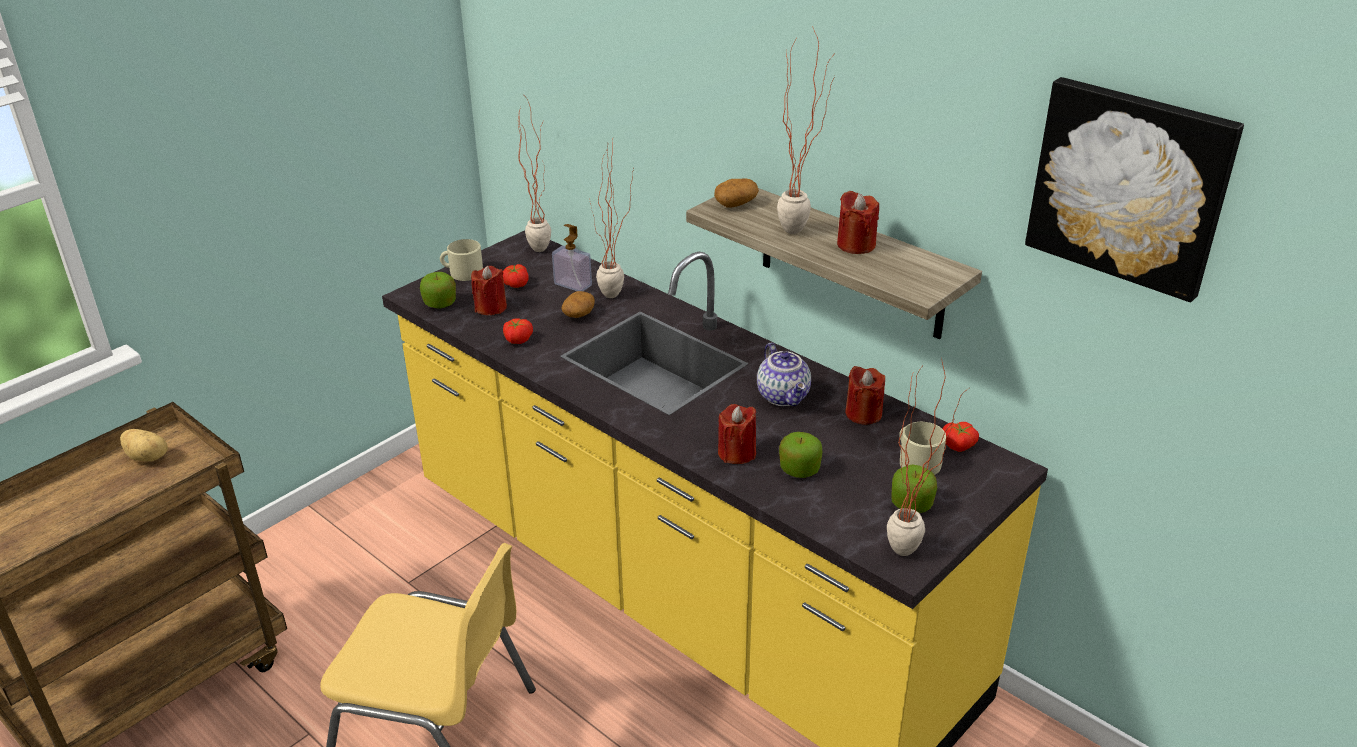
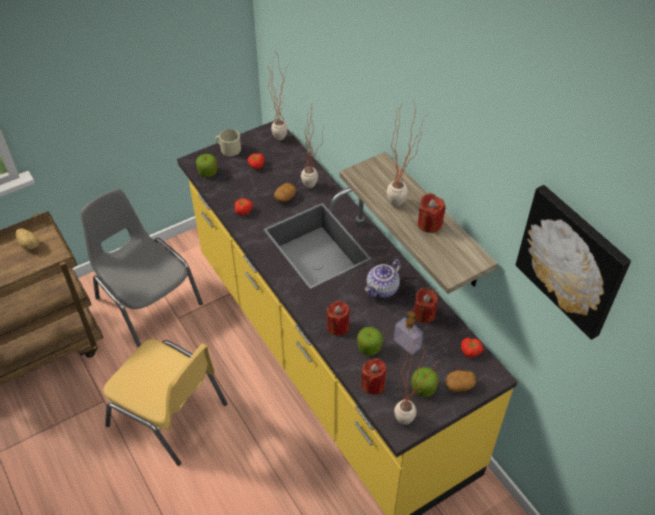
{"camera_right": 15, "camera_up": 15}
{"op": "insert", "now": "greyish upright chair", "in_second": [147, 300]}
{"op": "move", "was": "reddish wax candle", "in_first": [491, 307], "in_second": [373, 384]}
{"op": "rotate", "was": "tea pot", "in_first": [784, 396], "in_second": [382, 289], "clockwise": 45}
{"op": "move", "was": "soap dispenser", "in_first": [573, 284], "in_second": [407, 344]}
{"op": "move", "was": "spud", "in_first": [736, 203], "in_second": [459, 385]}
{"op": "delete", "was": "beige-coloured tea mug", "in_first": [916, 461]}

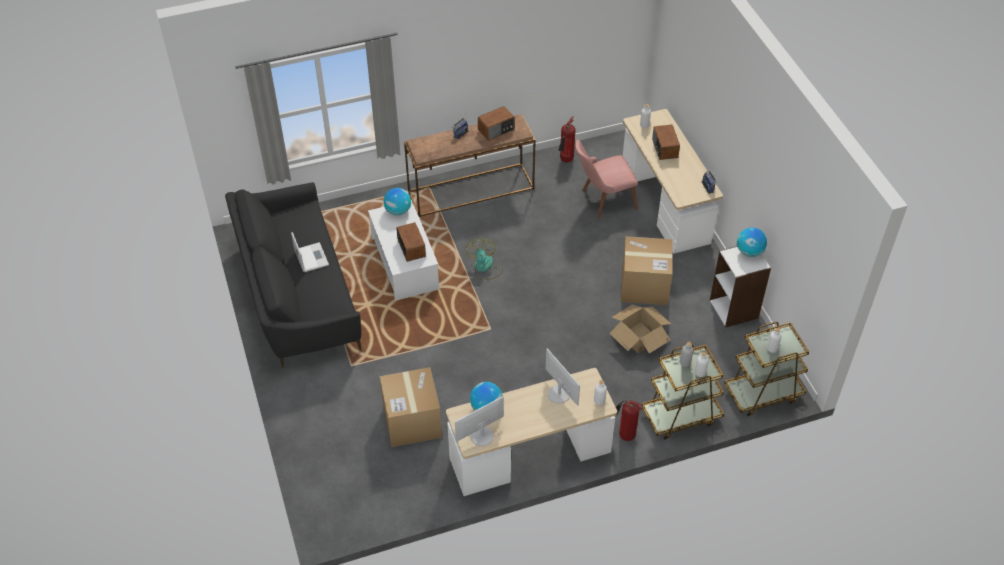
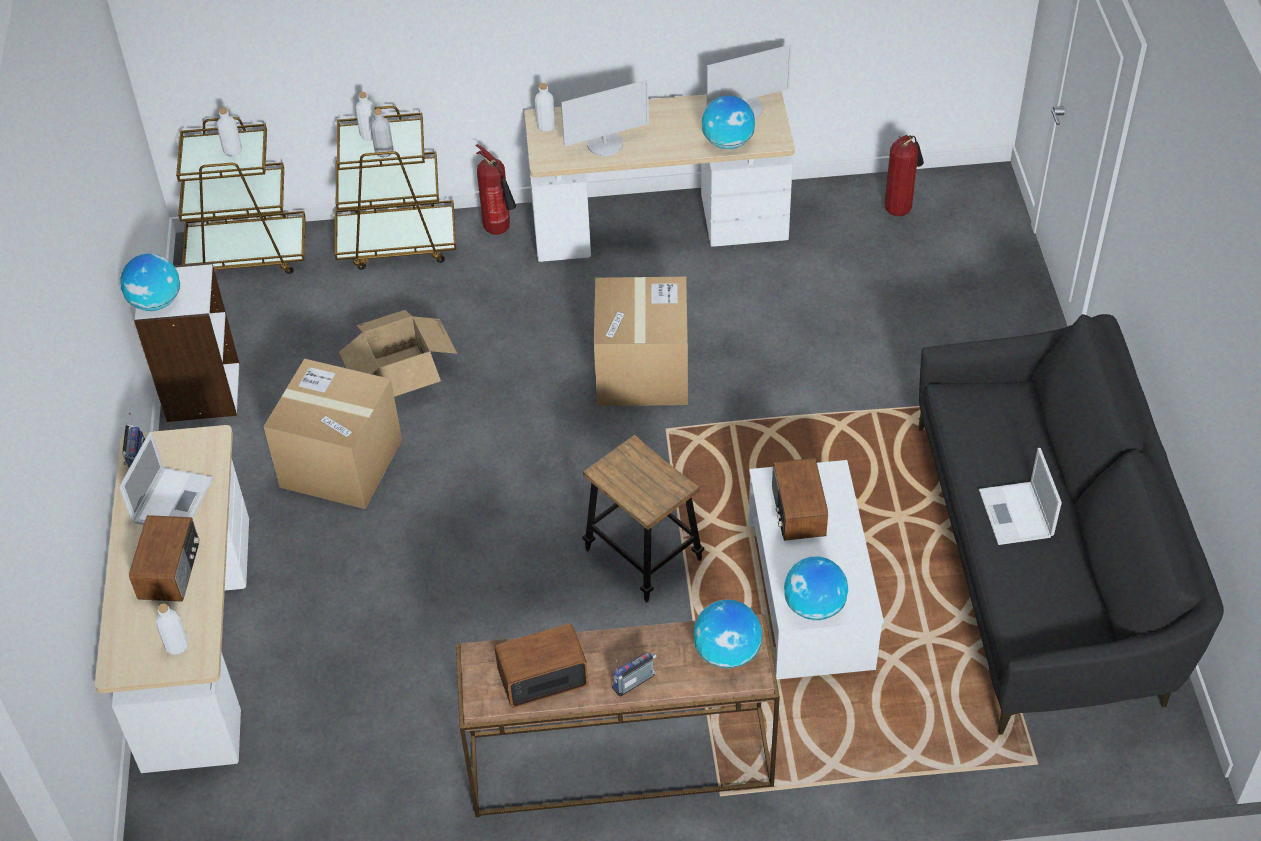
{"camera_right": -165, "camera_up": 0}
{"op": "insert", "now": "notebook computer", "in_second": [173, 499]}
{"op": "rotate", "was": "computer screen", "in_first": [559, 394], "in_second": [605, 144], "clockwise": -90}
{"op": "replace", "was": "fan", "now": "stool seat", "in_first": [484, 268], "in_second": [643, 555]}
{"op": "move", "was": "cardboard box", "in_first": [412, 421], "in_second": [642, 372]}
{"op": "insert", "now": "desk globe", "in_second": [727, 653]}
{"op": "move", "was": "fire-fighting cylinder", "in_first": [566, 160], "in_second": [899, 208]}
{"op": "delete", "was": "pinkish upright chair", "in_first": [602, 201]}

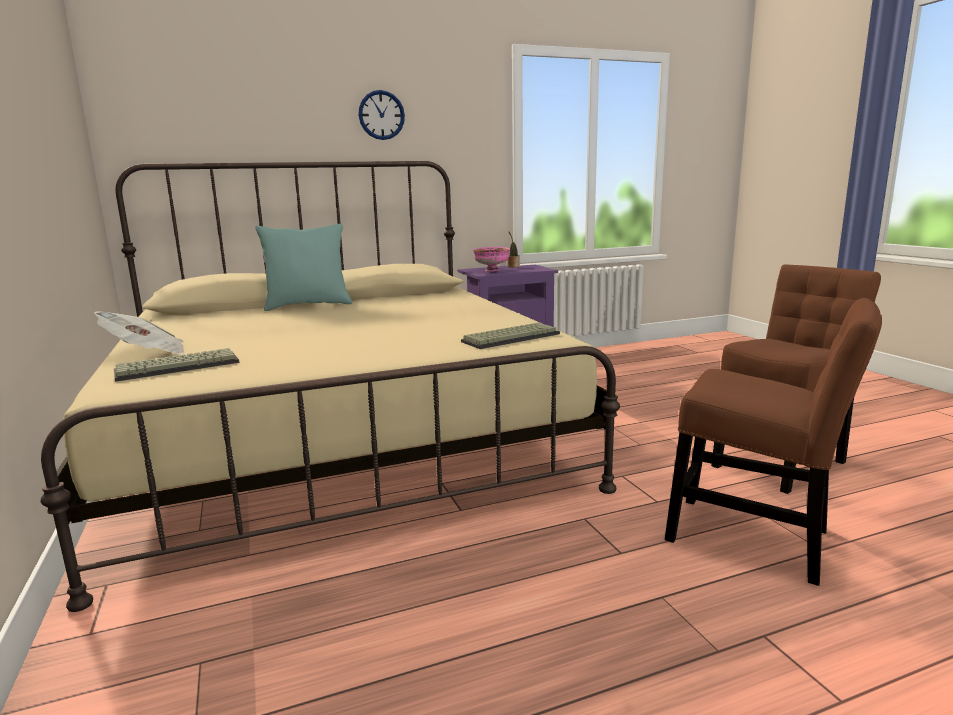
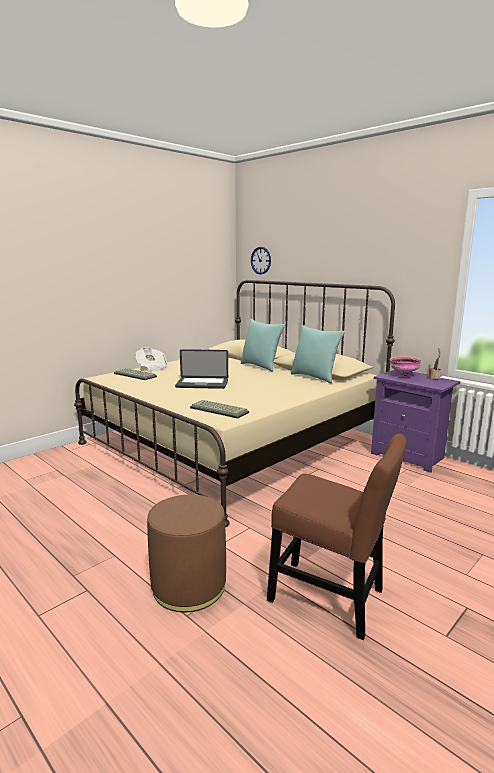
{"camera_right": 65, "camera_up": 0}
{"op": "replace", "was": "brown-coloured upright chair", "now": "brown-coloured ottoman", "in_first": [756, 539], "in_second": [188, 586]}
{"op": "insert", "now": "notebook computer", "in_second": [202, 384]}
{"op": "move", "was": "hanging clock", "in_first": [381, 115], "in_second": [261, 260]}
{"op": "insert", "now": "blue-green throw pillow", "in_second": [315, 377]}

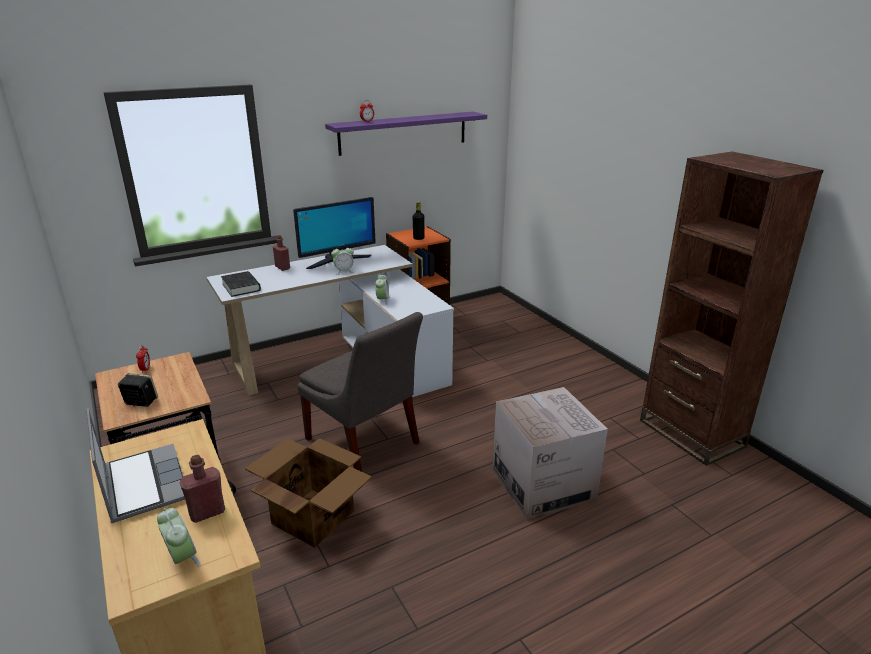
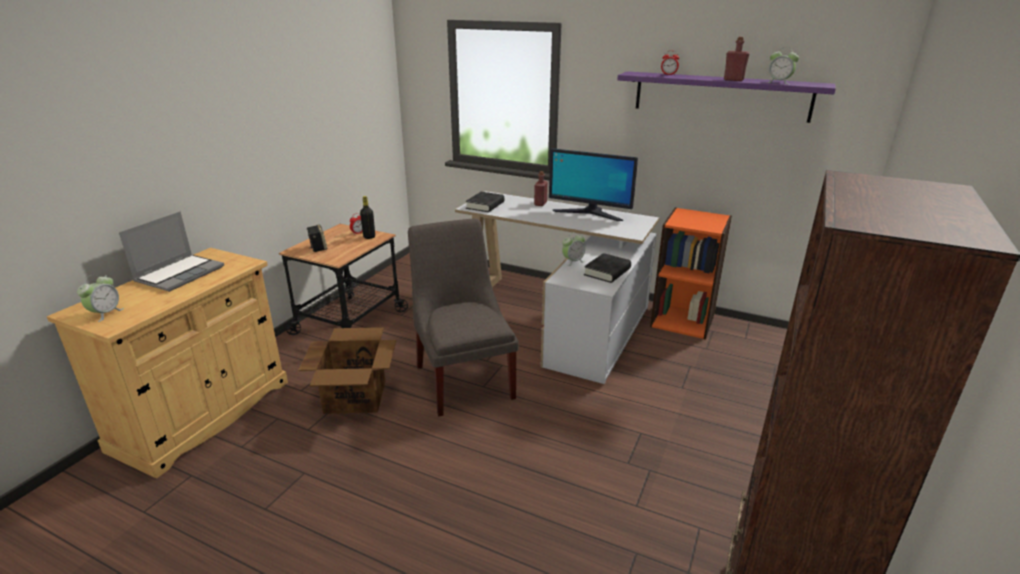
{"camera_right": 55, "camera_up": 0}
{"op": "move", "was": "black bottle", "in_first": [418, 238], "in_second": [369, 237]}
{"op": "rotate", "was": "greyish upright chair", "in_first": [364, 444], "in_second": [464, 378], "clockwise": 150}
{"op": "insert", "now": "black volume", "in_second": [607, 272]}
{"op": "move", "was": "reddish bottle", "in_first": [207, 512], "in_second": [733, 80]}
{"op": "move", "was": "alarm clock", "in_first": [344, 271], "in_second": [779, 82]}
{"op": "delete", "was": "cardboard box", "in_first": [543, 484]}

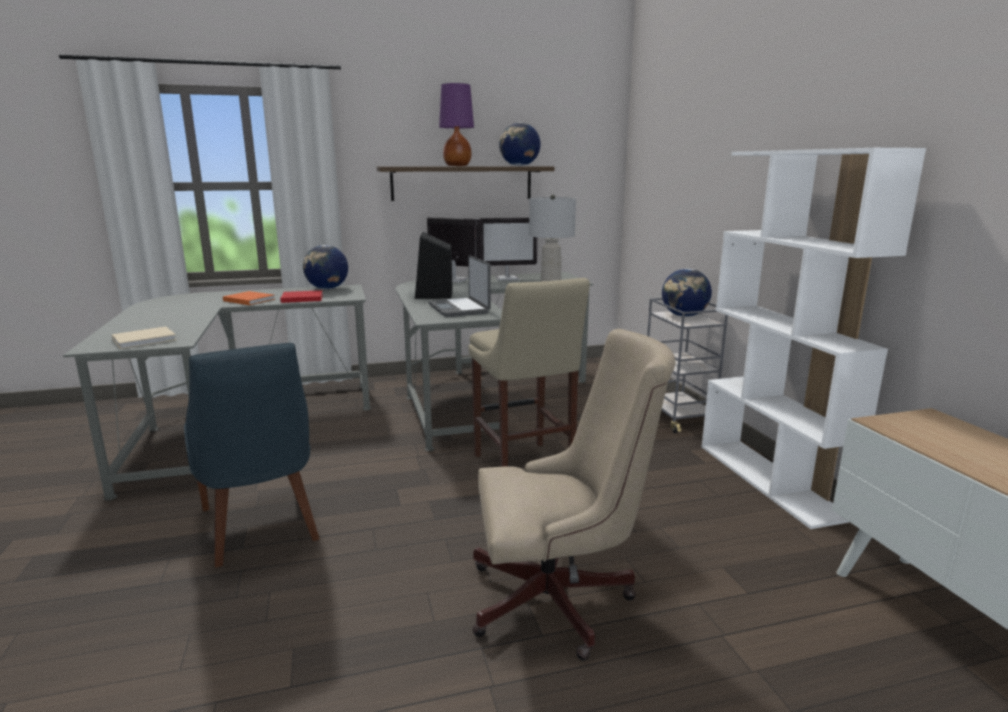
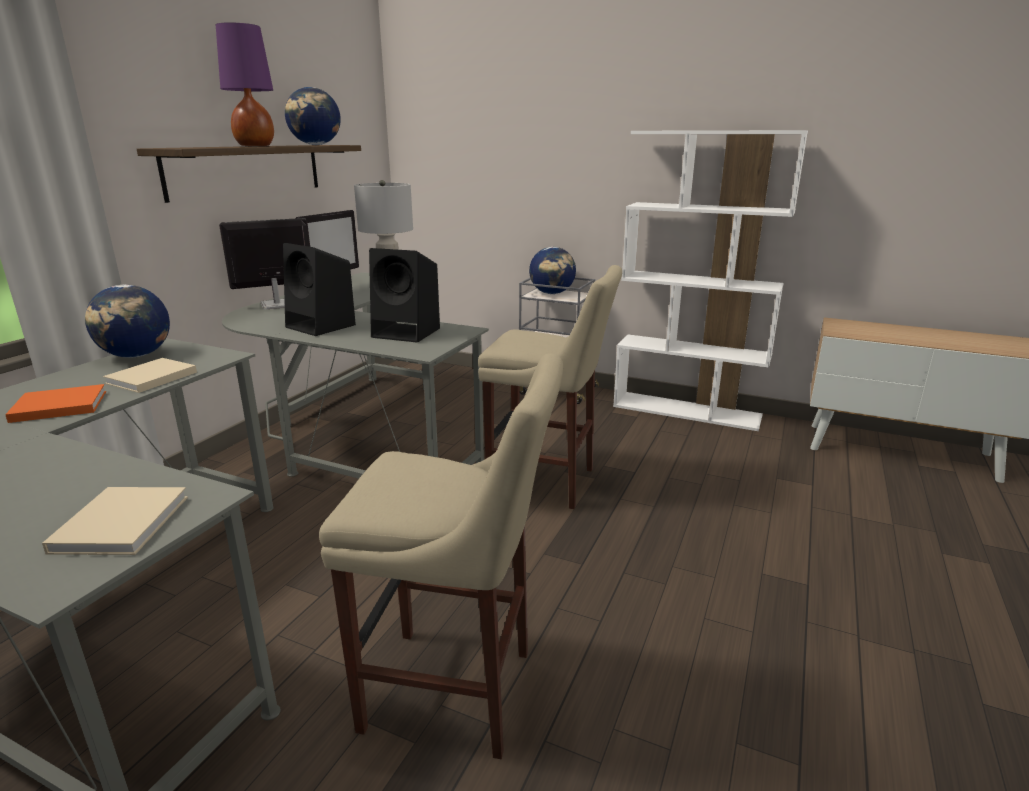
{"camera_right": -50, "camera_up": 5}
{"op": "recolor", "was": "reddish volume", "now": "beige-coloured volume", "in_first": [301, 298], "in_second": [149, 378]}
{"op": "replace", "was": "bluish upright chair", "now": "beige-coloured stool seat", "in_first": [260, 527], "in_second": [457, 692]}
{"op": "replace", "was": "notebook computer", "now": "black speaker", "in_first": [460, 309], "in_second": [408, 333]}
{"op": "delete", "was": "beige-coloured desk chair", "in_first": [560, 600]}

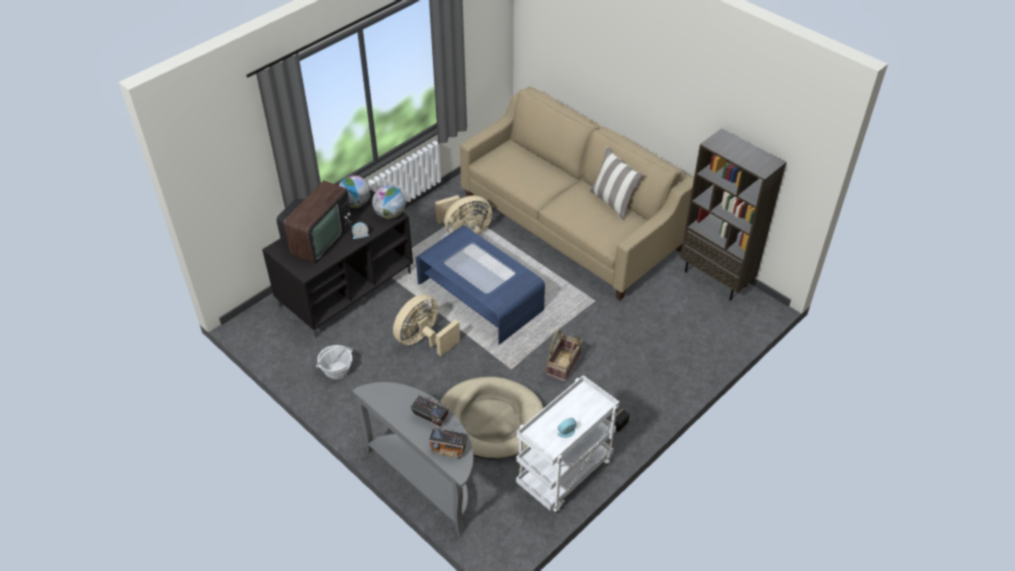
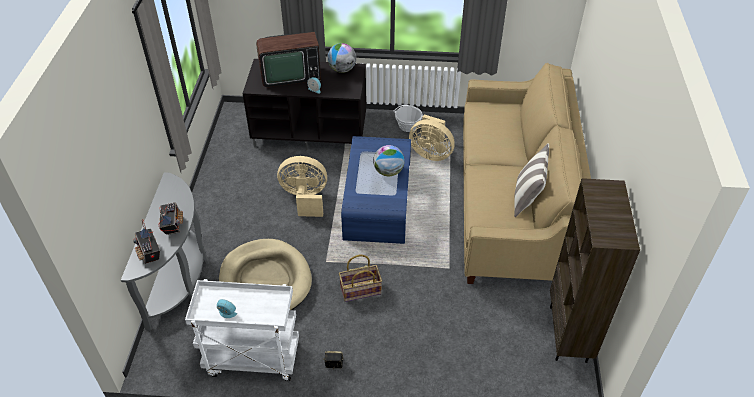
{"camera_right": 50, "camera_up": 0}
{"op": "move", "was": "desk globe", "in_first": [390, 214], "in_second": [388, 172]}
{"op": "move", "was": "household basket", "in_first": [337, 370], "in_second": [408, 126]}

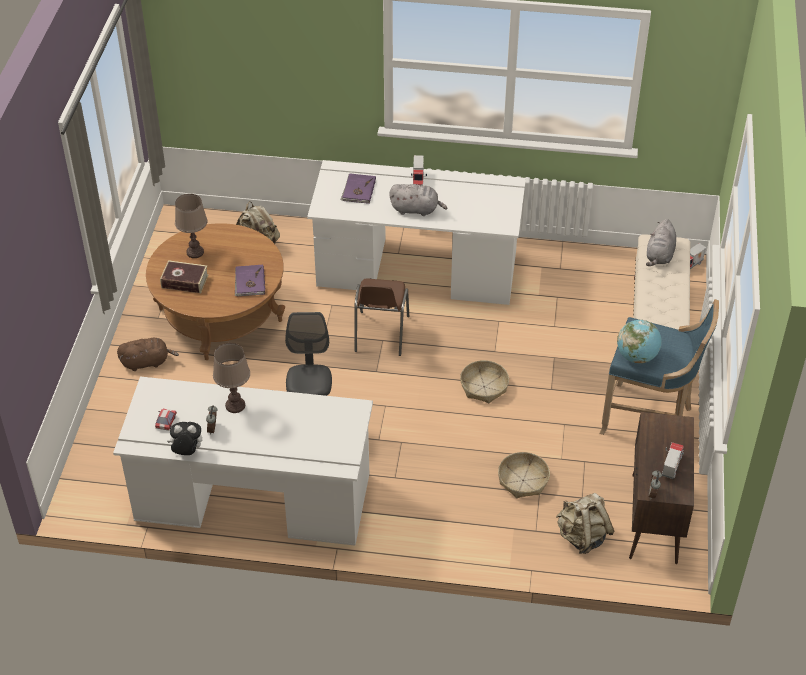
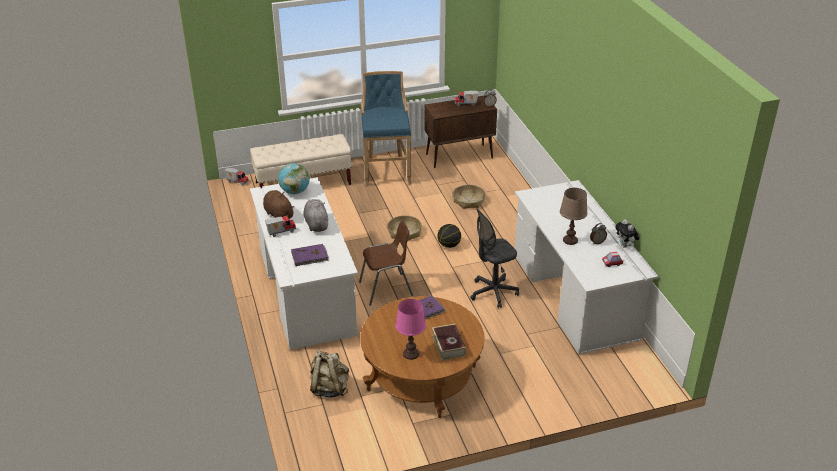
{"camera_right": -115, "camera_up": -10}
{"op": "move", "was": "brown-coloured plush toy", "in_first": [147, 362], "in_second": [278, 214]}
{"op": "move", "was": "desk globe", "in_first": [637, 356], "in_second": [295, 191]}
{"op": "recolor", "was": "brown-coloured tabletop lamp", "now": "pinkish tabletop lamp", "in_first": [195, 252], "in_second": [411, 354]}
{"op": "insert", "now": "basketball ball", "in_second": [449, 245]}
{"op": "delete", "was": "beige-coloured rucksack", "in_first": [582, 537]}
{"op": "delete", "was": "greyish plush toy", "in_first": [659, 255]}

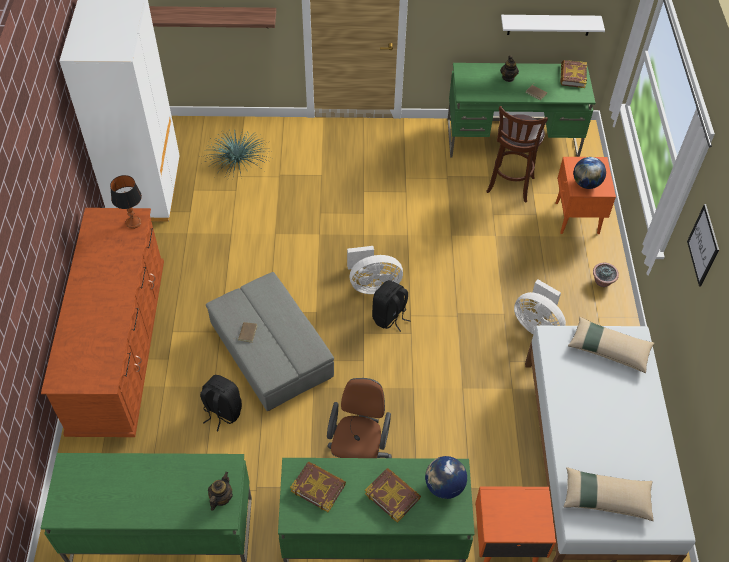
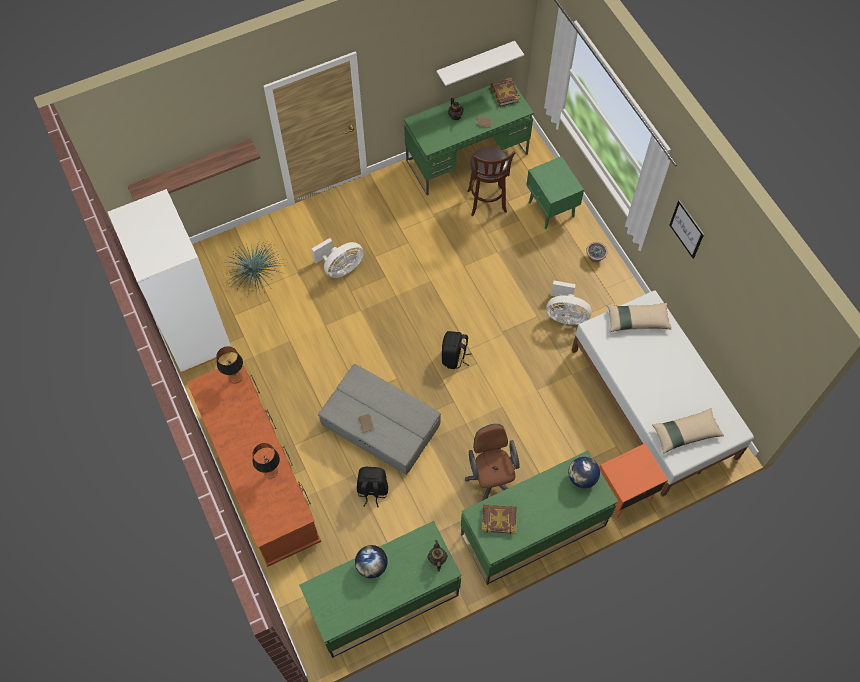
{"camera_right": -25, "camera_up": 10}
{"op": "insert", "now": "tabletop lamp", "in_second": [270, 471]}
{"op": "move", "was": "white fan", "in_first": [372, 285], "in_second": [340, 268]}
{"op": "move", "was": "desk globe", "in_first": [586, 183], "in_second": [372, 566]}
{"op": "recolor", "was": "orange-coloured bedside table", "now": "greenish bedside table", "in_first": [576, 218], "in_second": [551, 210]}
{"op": "delete", "was": "volume", "in_first": [392, 496]}

